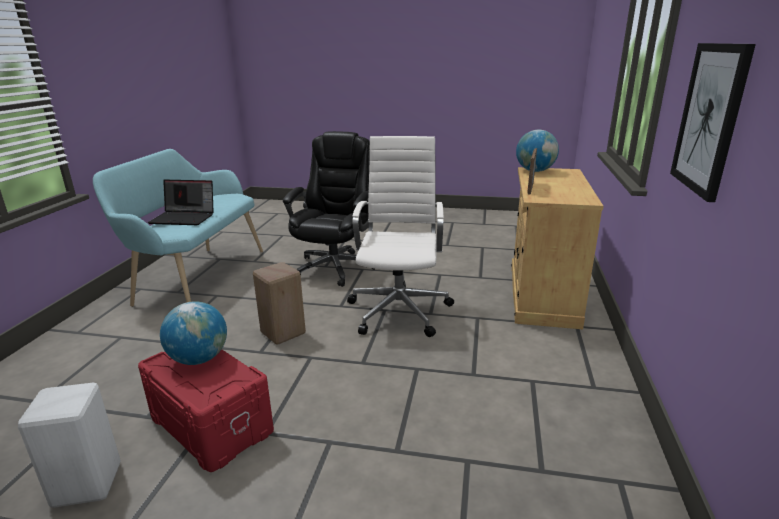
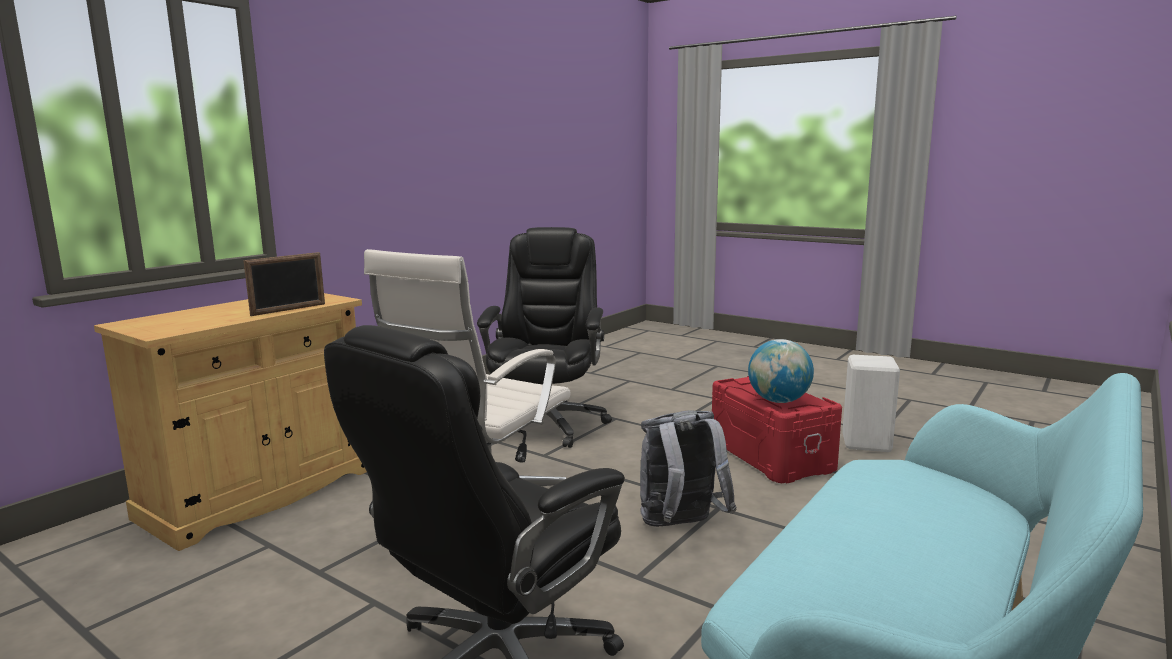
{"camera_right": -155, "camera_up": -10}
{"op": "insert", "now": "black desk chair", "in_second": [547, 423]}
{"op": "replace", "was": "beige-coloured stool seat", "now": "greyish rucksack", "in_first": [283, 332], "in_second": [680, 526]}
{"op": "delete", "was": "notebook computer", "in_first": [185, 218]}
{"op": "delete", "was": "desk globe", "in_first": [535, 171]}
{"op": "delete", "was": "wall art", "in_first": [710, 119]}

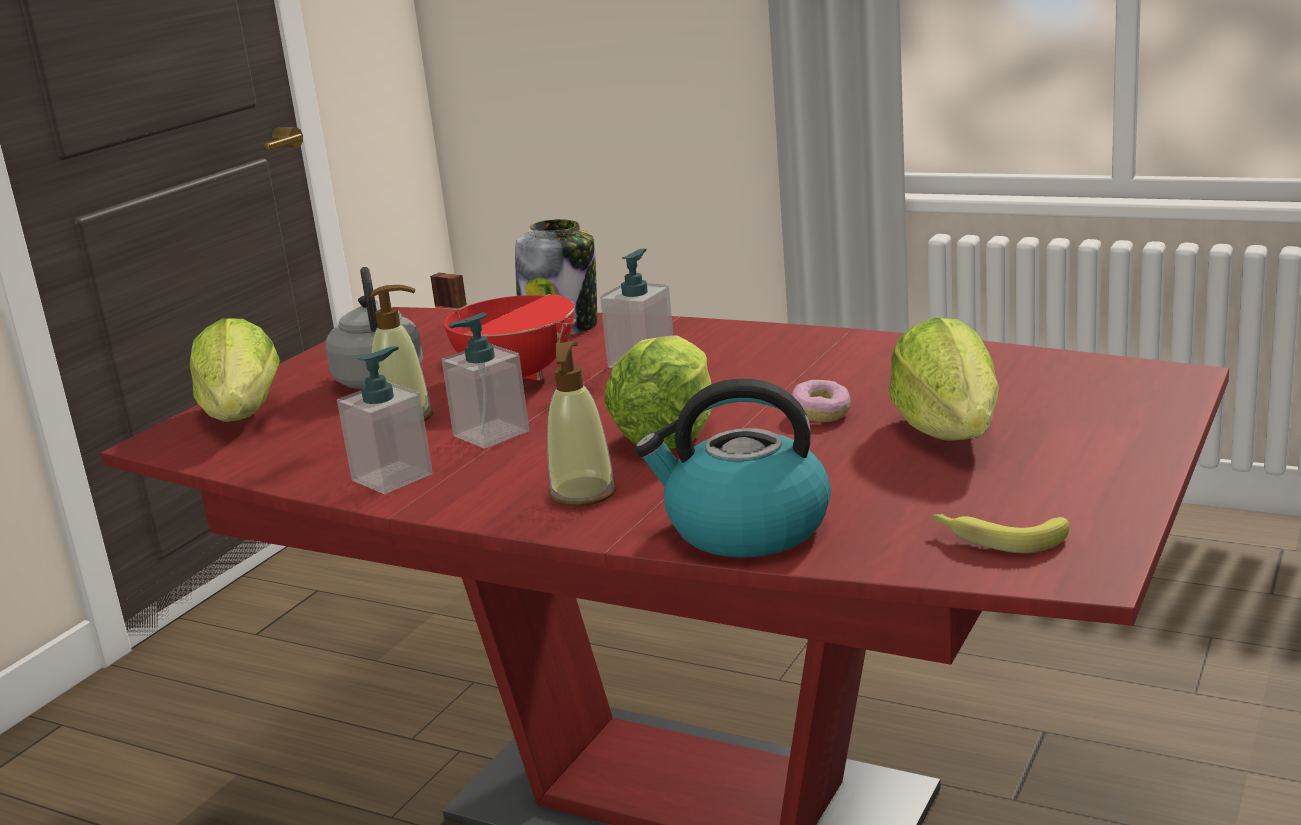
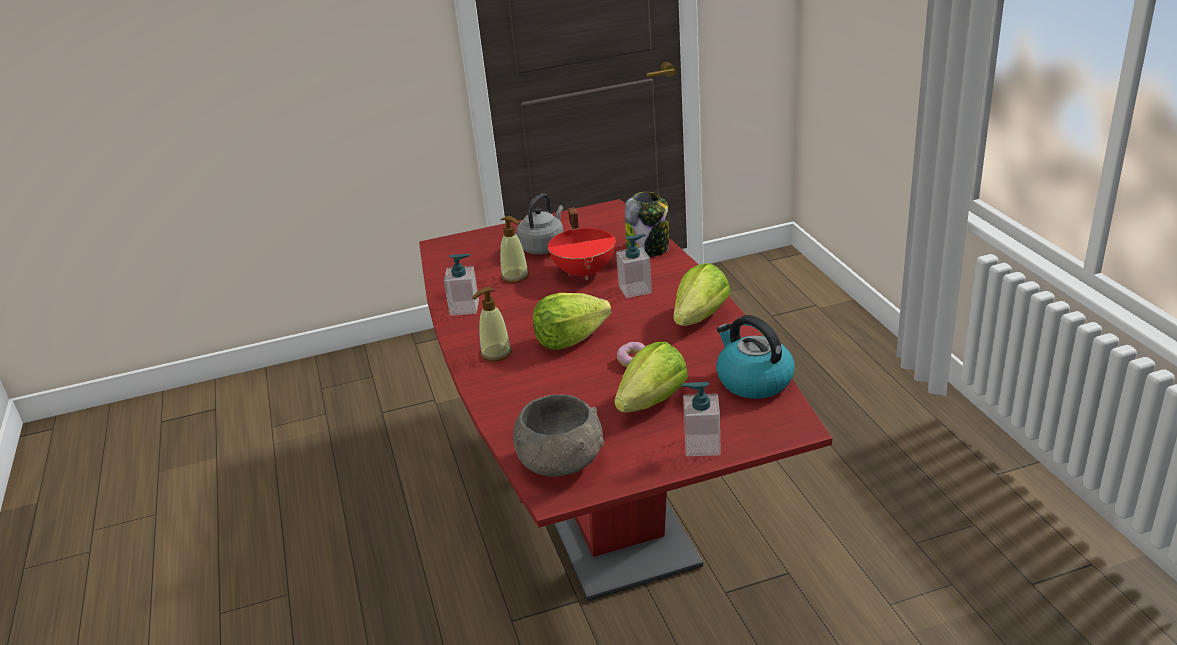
{"camera_right": 45, "camera_up": 10}
{"op": "replace", "was": "whole banana", "now": "greyish deep dish", "in_first": [997, 538], "in_second": [561, 462]}
{"op": "move", "was": "head of lettuce", "in_first": [243, 416], "in_second": [700, 317]}
{"op": "move", "was": "soap dispenser", "in_first": [490, 434], "in_second": [702, 445]}
{"op": "move", "was": "tea kettle", "in_first": [745, 529], "in_second": [753, 381]}

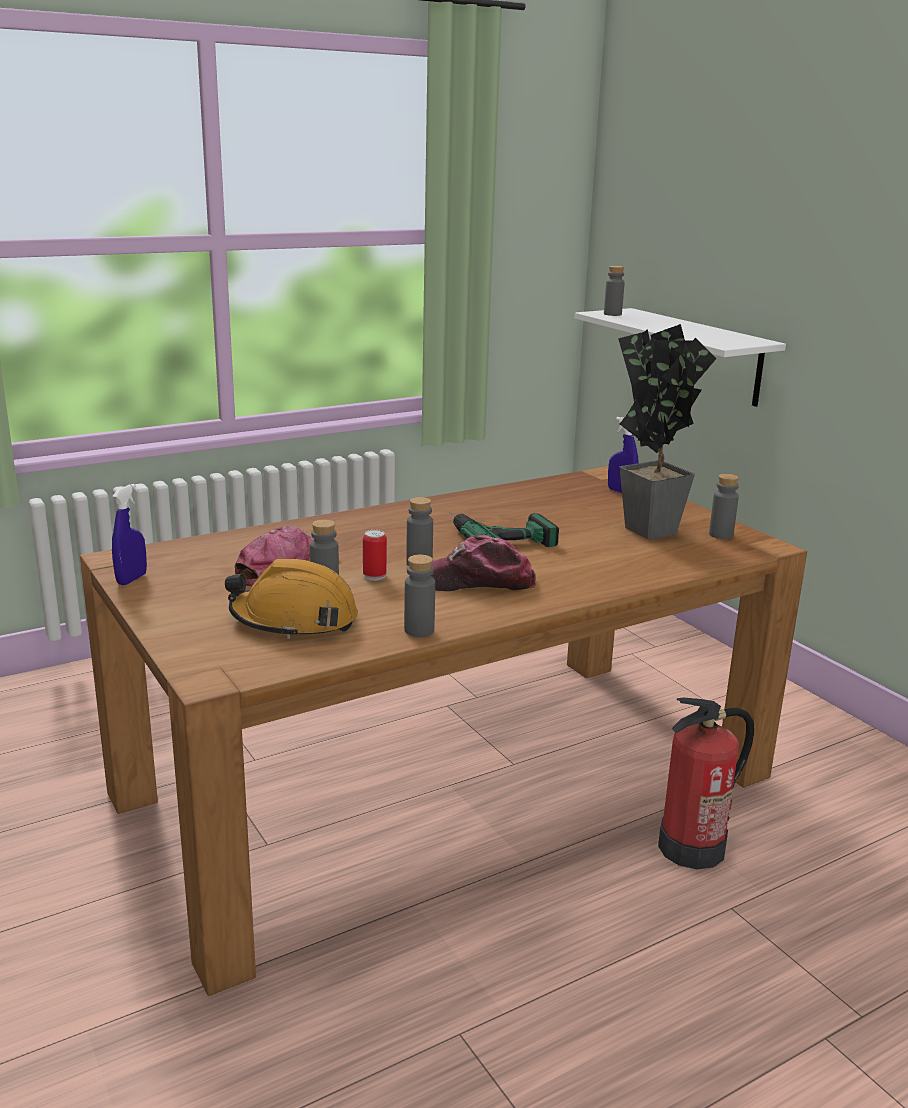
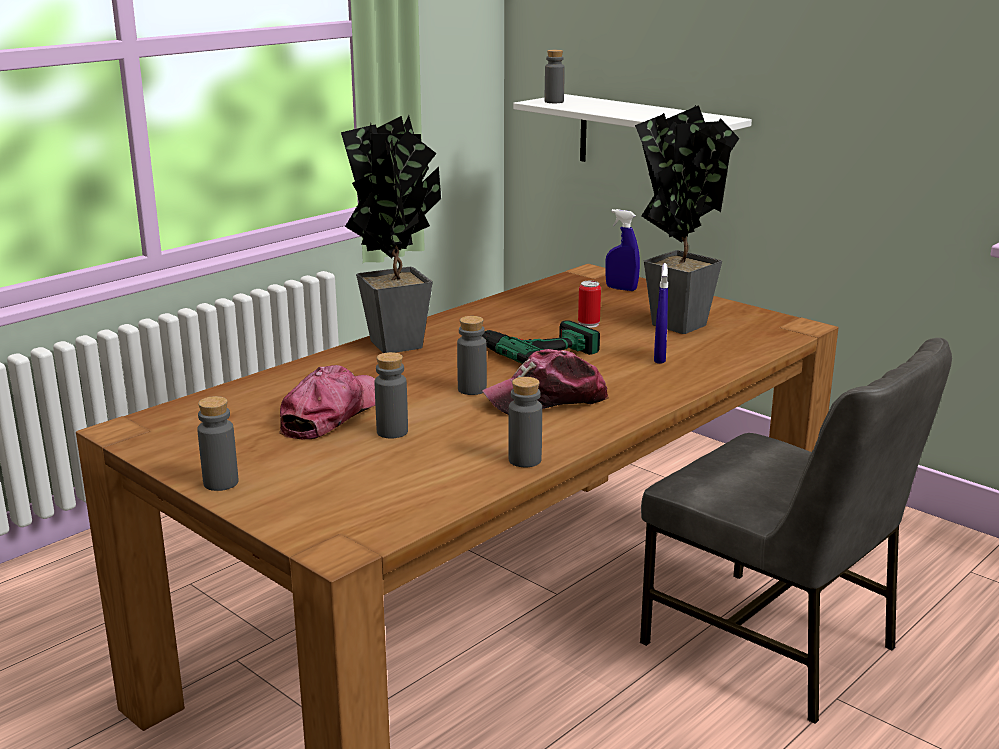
{"camera_right": -15, "camera_up": 0}
{"op": "move", "was": "greyish bottle", "in_first": [721, 535], "in_second": [221, 483]}
{"op": "insert", "now": "plant in a pot", "in_second": [398, 340]}
{"op": "move", "was": "can", "in_first": [374, 576], "in_second": [588, 324]}
{"op": "replace", "was": "fire-fighting cylinder", "now": "greyish upright chair", "in_first": [693, 847], "in_second": [773, 645]}
{"op": "move", "was": "bluish hand sprayer", "in_first": [131, 579], "in_second": [659, 358]}
{"op": "delete", "was": "orange-coloured work helmet", "in_first": [294, 620]}

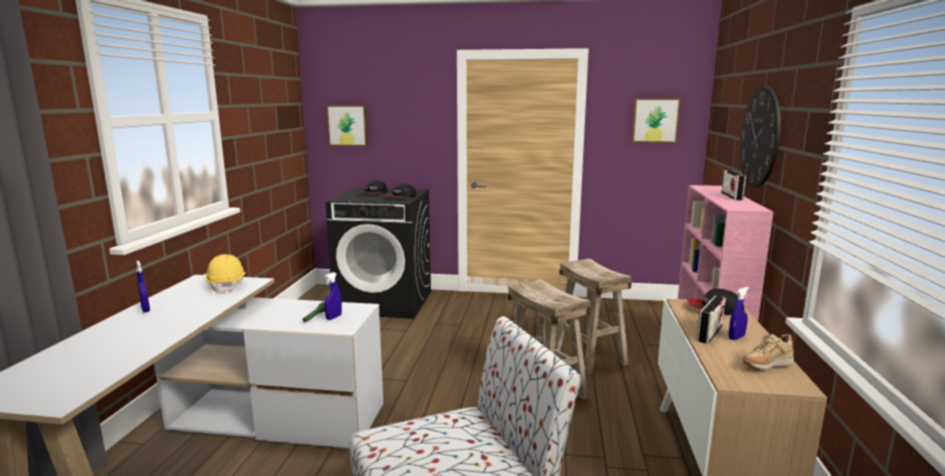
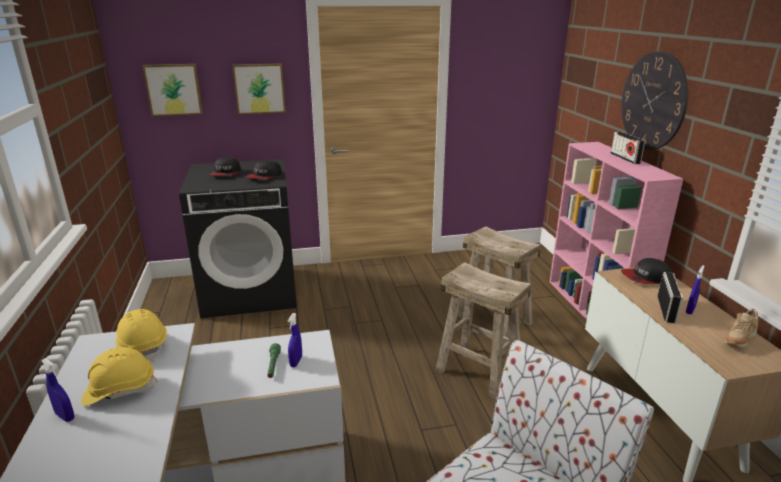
{"camera_right": -20, "camera_up": 10}
{"op": "insert", "now": "yellowish work helmet", "in_second": [120, 390]}
{"op": "move", "was": "wall art", "in_first": [655, 120], "in_second": [259, 88]}

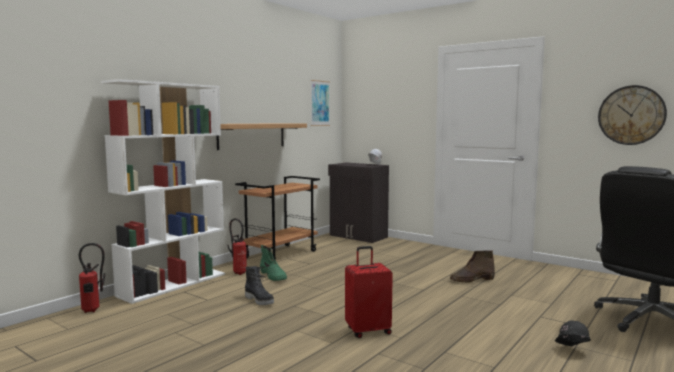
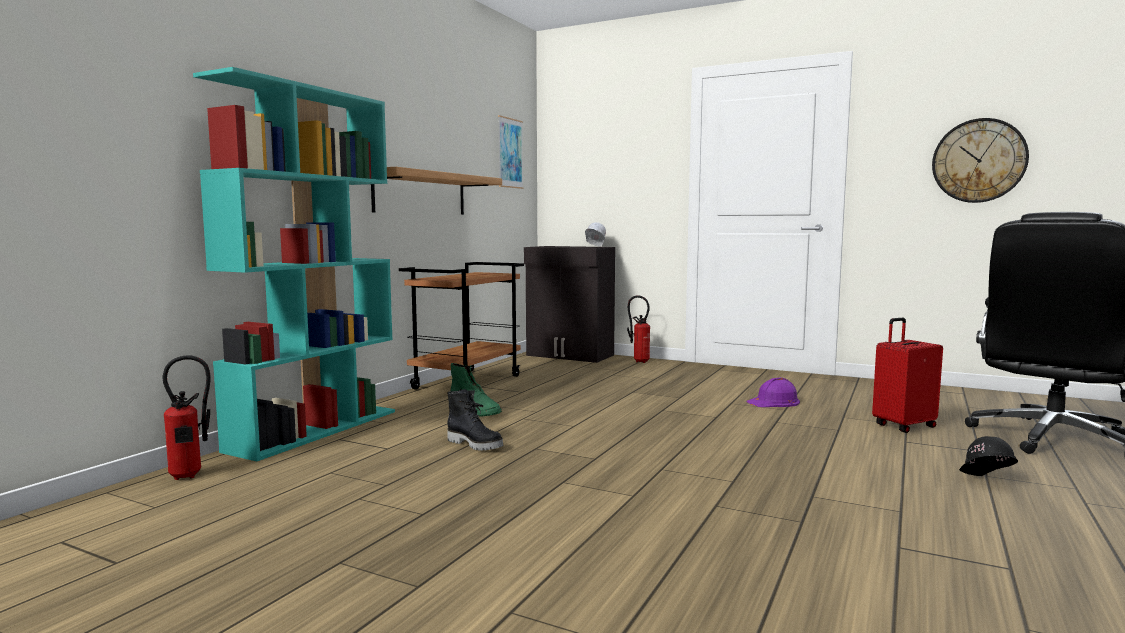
{"camera_right": -10, "camera_up": 0}
{"op": "recolor", "was": "white bookcase", "now": "blue-green bookcase", "in_first": [173, 284], "in_second": [315, 430]}
{"op": "move", "was": "fire-fighting cylinder", "in_first": [239, 272], "in_second": [639, 361]}
{"op": "replace", "was": "brown-coloured tall boot", "now": "purple work helmet", "in_first": [471, 280], "in_second": [774, 402]}
{"op": "move", "was": "reddish piece of luggage", "in_first": [368, 331], "in_second": [903, 426]}

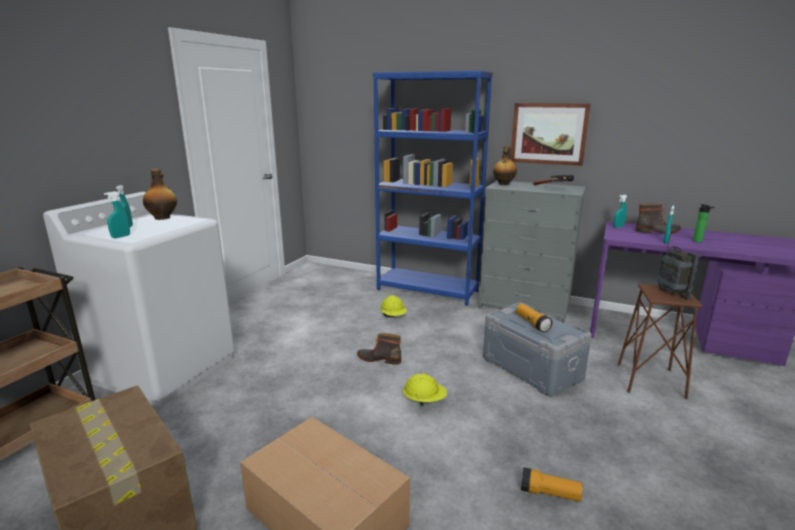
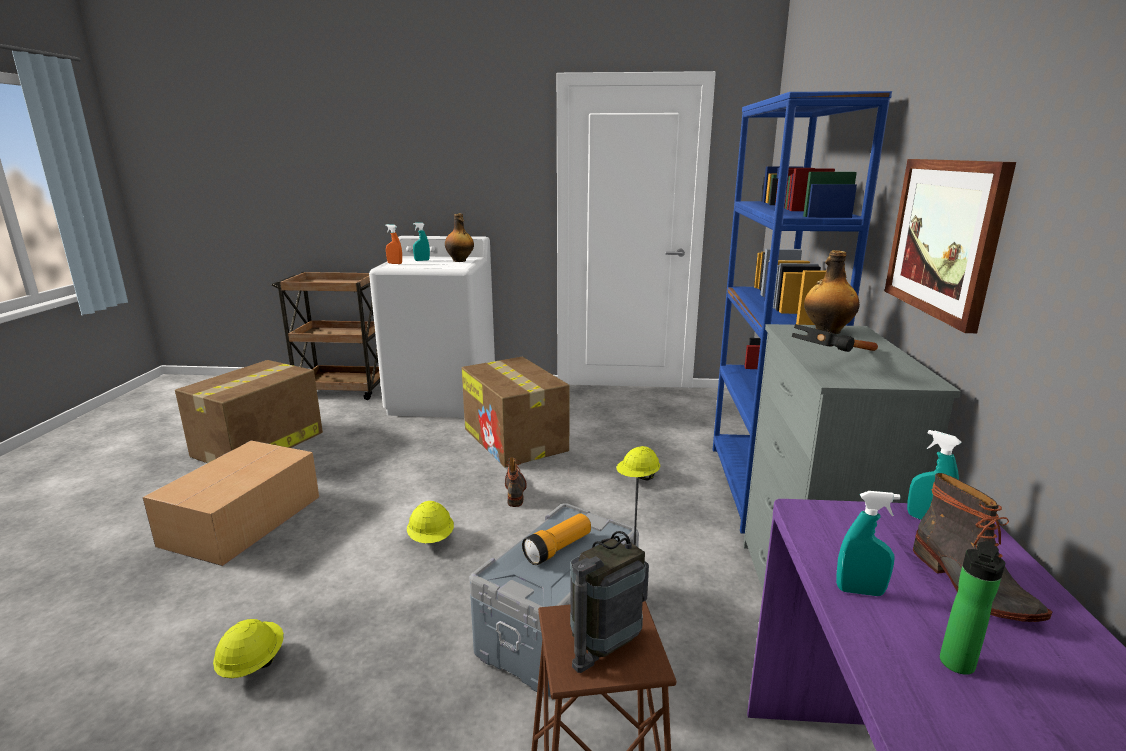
{"camera_right": 70, "camera_up": 0}
{"op": "replace", "was": "torch", "now": "yellowish work helmet", "in_first": [549, 493], "in_second": [252, 664]}
{"op": "recolor", "was": "blue-green hand sprayer", "now": "orange-coloured hand sprayer", "in_first": [121, 236], "in_second": [394, 263]}
{"op": "insert", "now": "cardboard box", "in_second": [516, 440]}

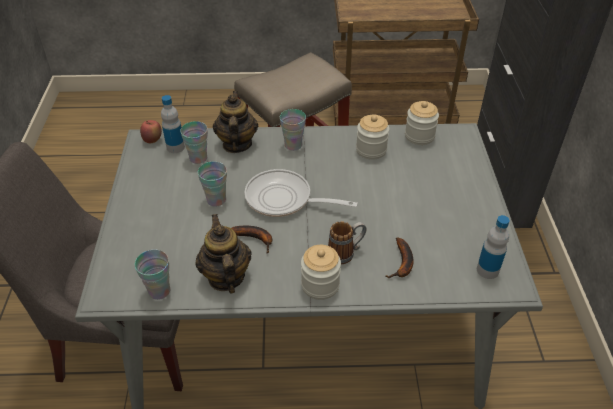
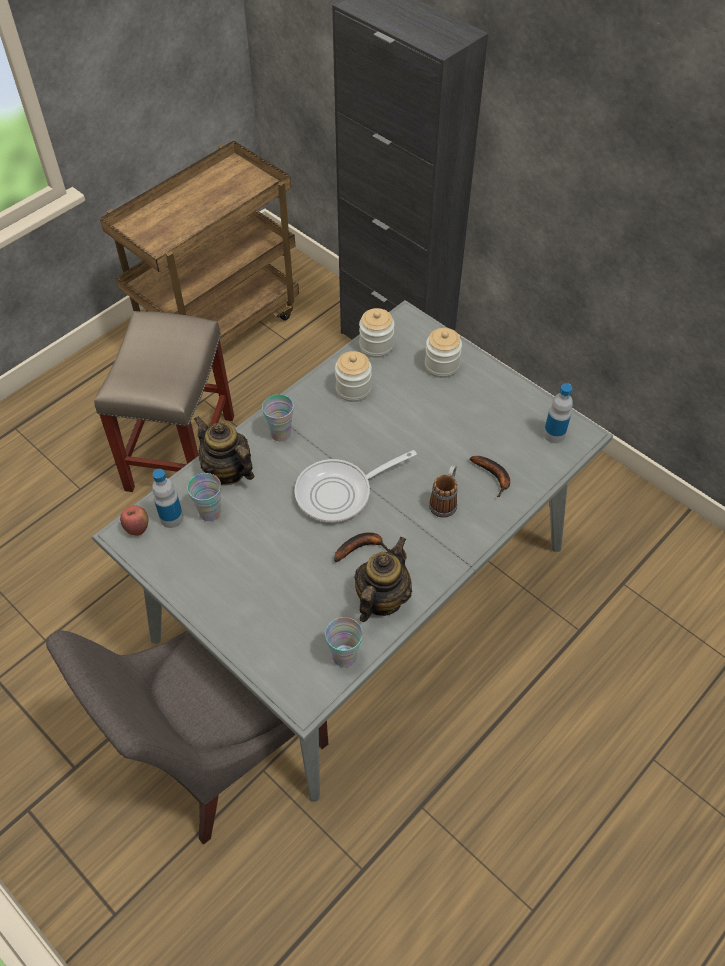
{"camera_right": -45, "camera_up": 10}
{"op": "rotate", "was": "tea pot", "in_first": [225, 277], "in_second": [381, 599], "clockwise": 90}
{"op": "move", "was": "preserve jar", "in_first": [320, 285], "in_second": [441, 365]}
{"op": "delete", "was": "drinking cup", "in_first": [216, 200]}

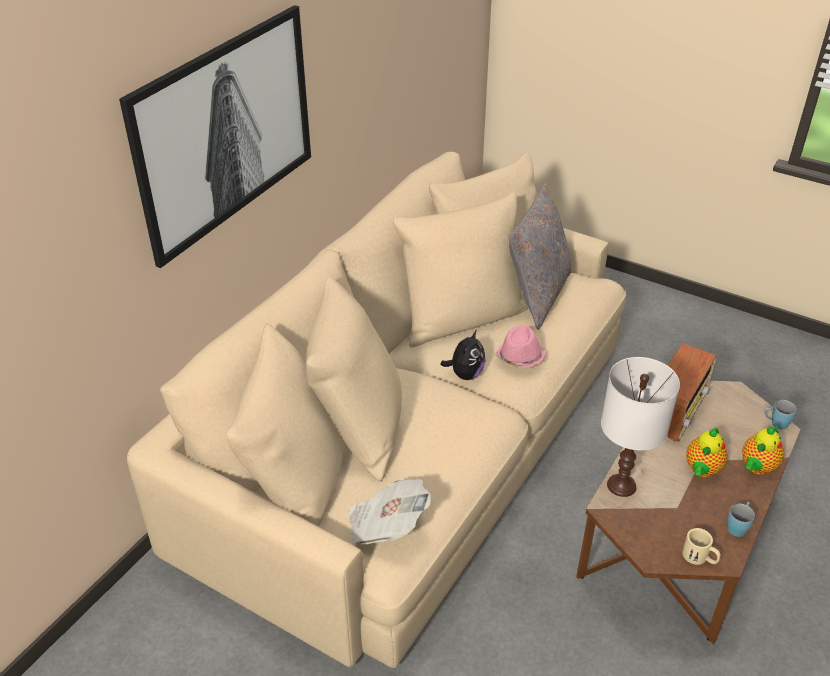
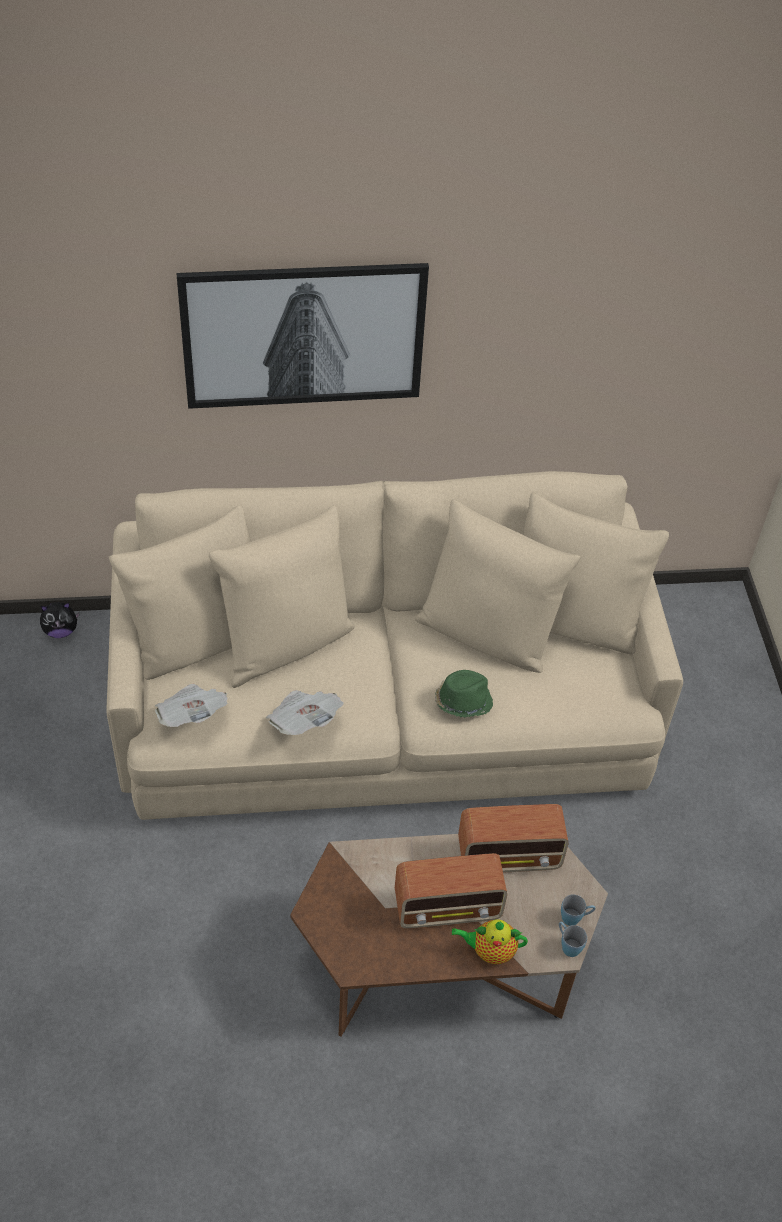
{"camera_right": 50, "camera_up": 10}
{"op": "move", "was": "plush toy", "in_first": [465, 374], "in_second": [61, 631]}
{"op": "insert", "now": "printed paper", "in_second": [304, 722]}
{"op": "replace", "was": "tea pot", "now": "radio receiver", "in_first": [702, 470], "in_second": [448, 908]}
{"op": "recolor", "was": "pinkish hat", "now": "greenish hat", "in_first": [519, 358], "in_second": [462, 701]}
{"op": "move", "was": "bluish tea mug", "in_first": [738, 526], "in_second": [575, 917]}
{"op": "delete", "was": "greyish throw pillow", "in_first": [537, 295]}
{"op": "delete", "was": "white tabletop lamp", "in_first": [621, 485]}
{"op": "delete", "was": "beige-coloured tea mug", "in_first": [700, 558]}

